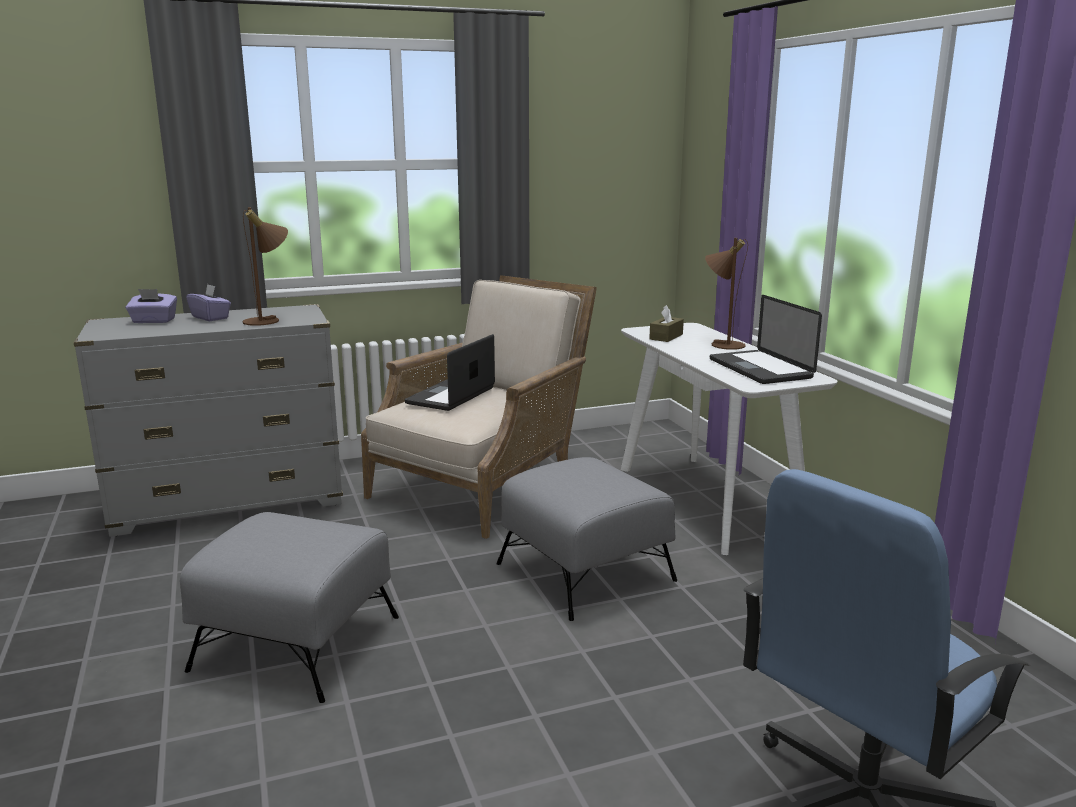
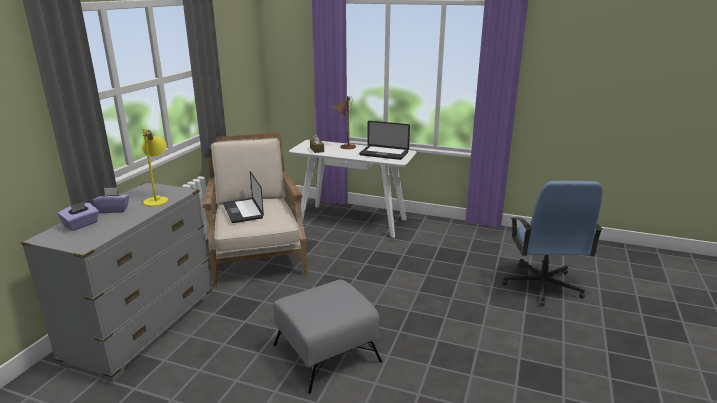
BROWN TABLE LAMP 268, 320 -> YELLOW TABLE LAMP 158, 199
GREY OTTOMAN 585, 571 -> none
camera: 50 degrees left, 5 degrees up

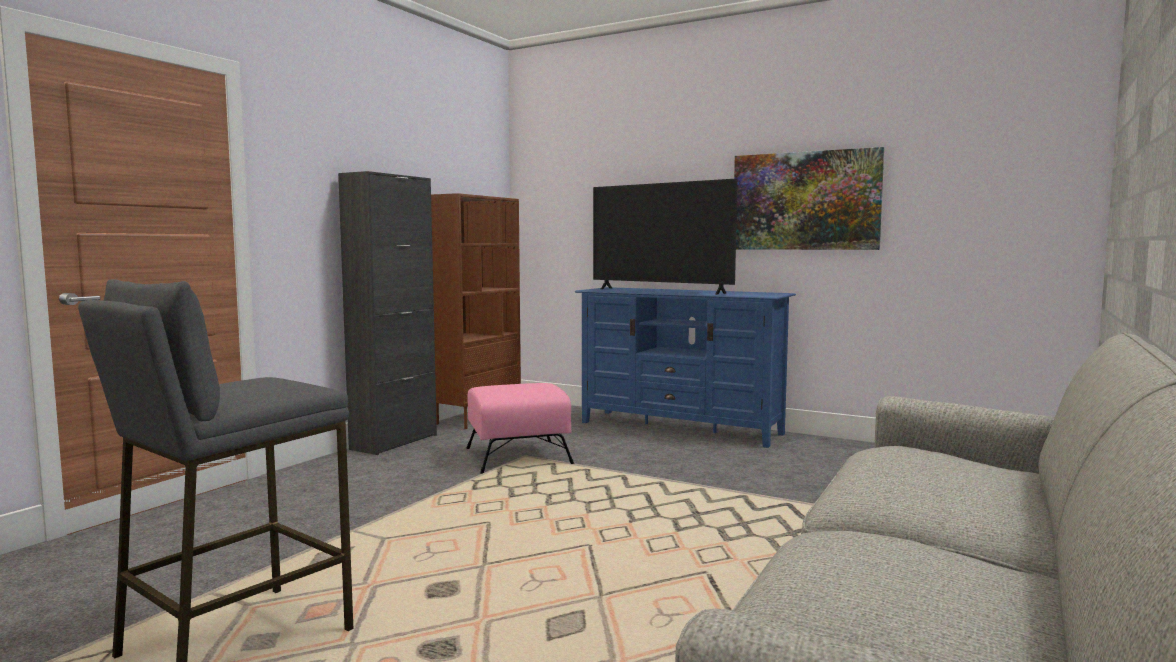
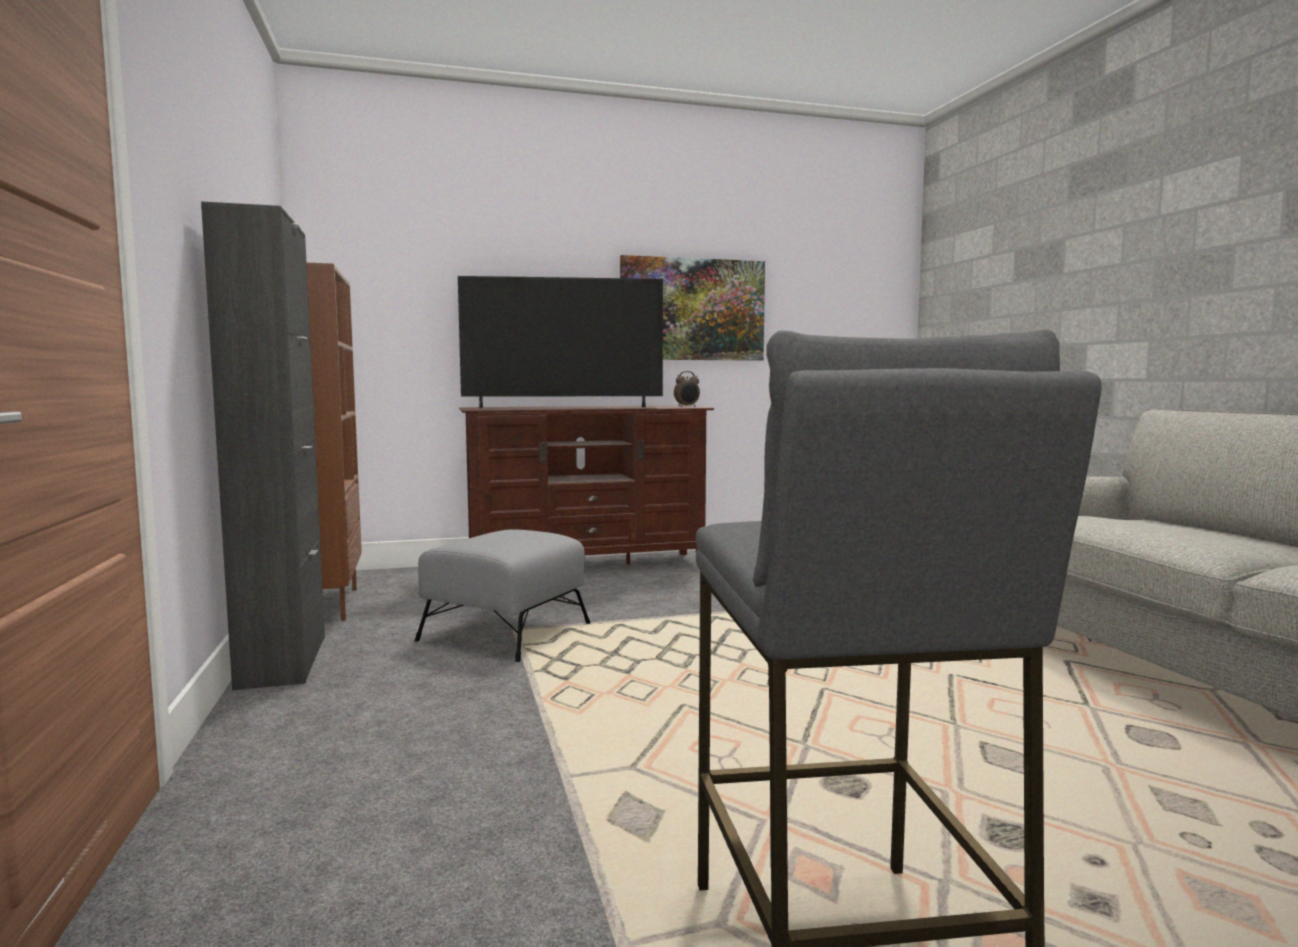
BLUE TV STAND 681, 428 -> BROWN TV STAND 587, 566
PINK OTTOMAN 519, 456 -> GREY OTTOMAN 507, 632
none -> ALARM CLOCK 687, 406
camera: 45 degrees left, 0 degrees up

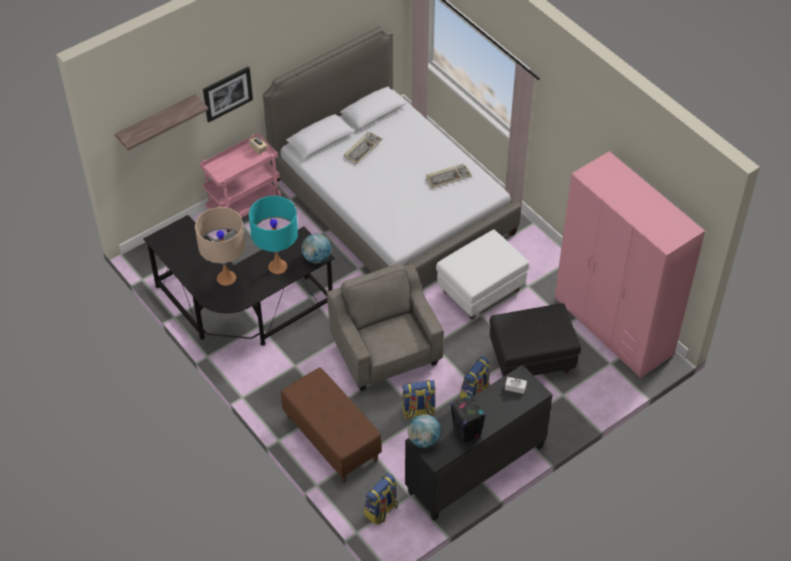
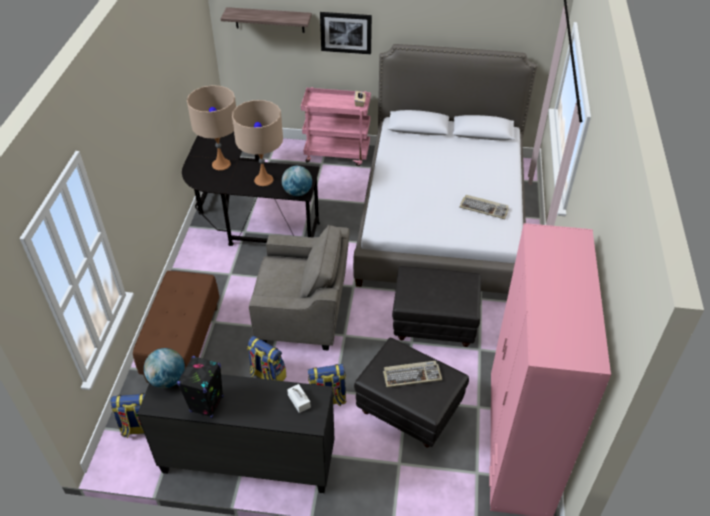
KEYBOARD 362, 148 -> KEYBOARD 412, 375, shifted
TURQUOISE TABLE LAMP 277, 266 -> BEIGE TABLE LAMP 263, 179
WHITE OTTOMAN 480, 290 -> BLACK OTTOMAN 434, 324
GREY ARMCHAIR 386, 353 -> GREY ARMCHAIR 302, 314, 75 degrees clockwise
camera: 45 degrees right, 5 degrees down

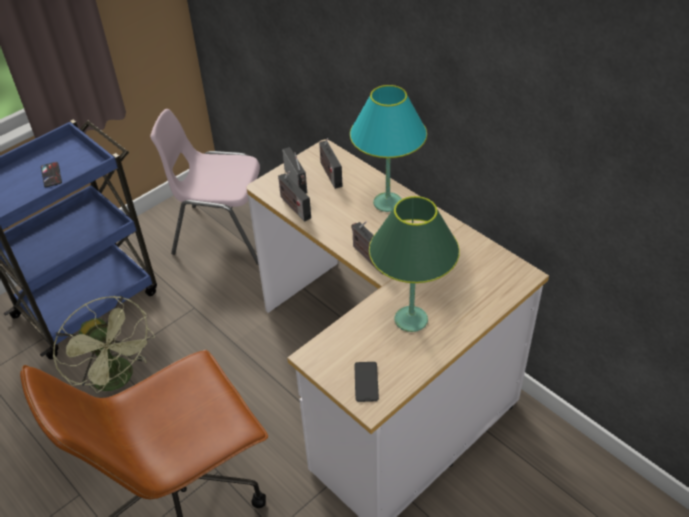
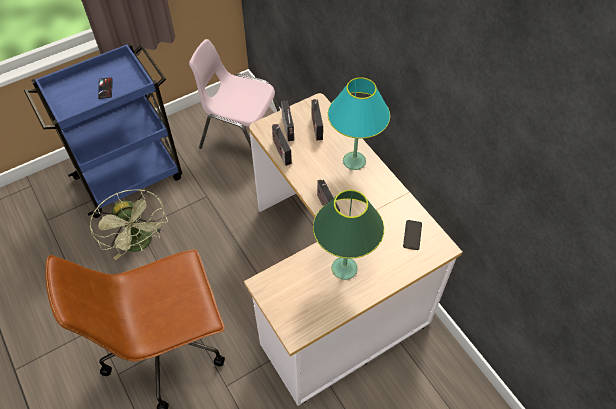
PHONE 366, 382 -> PHONE 412, 235, shifted
camera: 10 degrees right, 10 degrees up

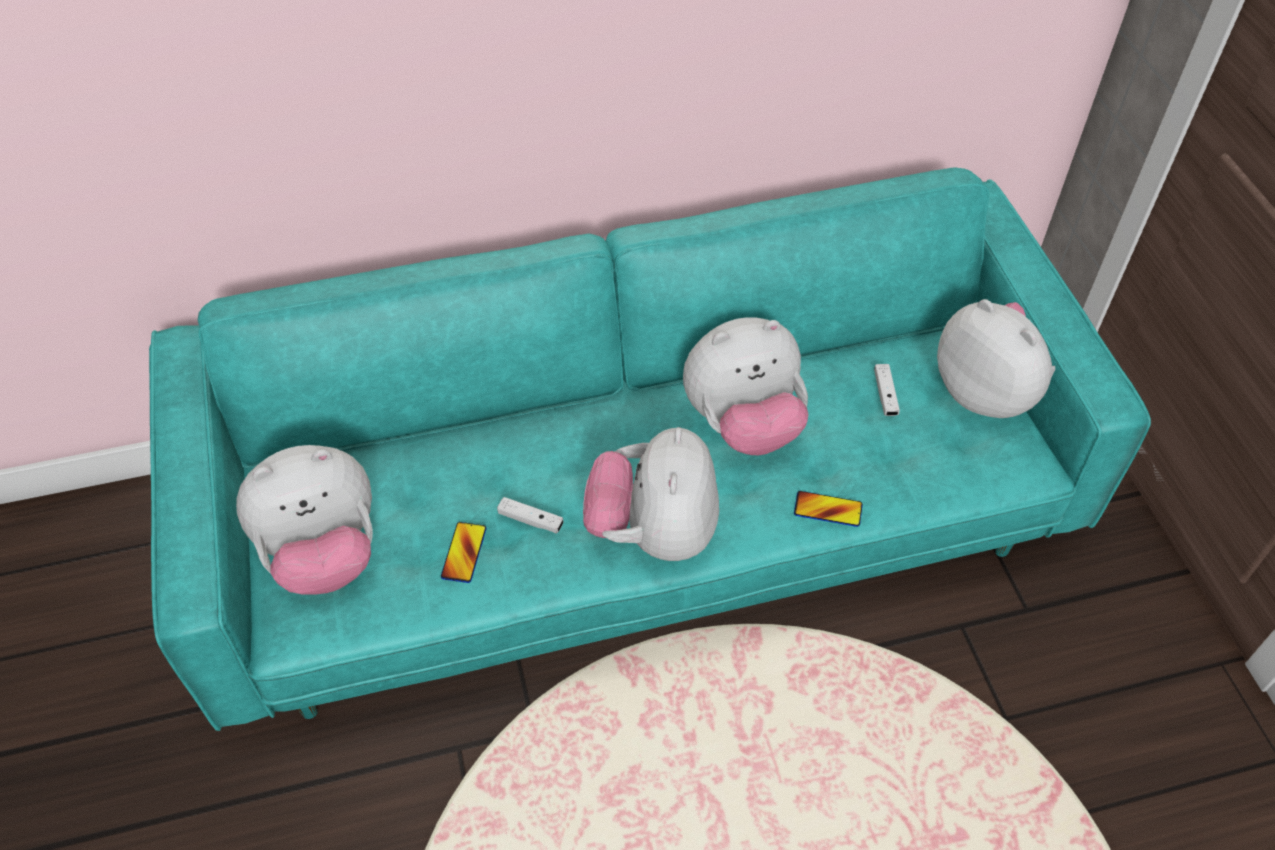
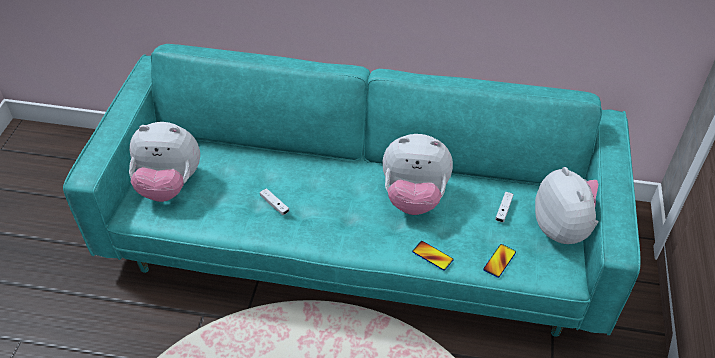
PLUSH TOY 653, 531 -> none
PHONE 464, 553 -> PHONE 499, 261, shifted
camera: 25 degrees right, 5 degrees down

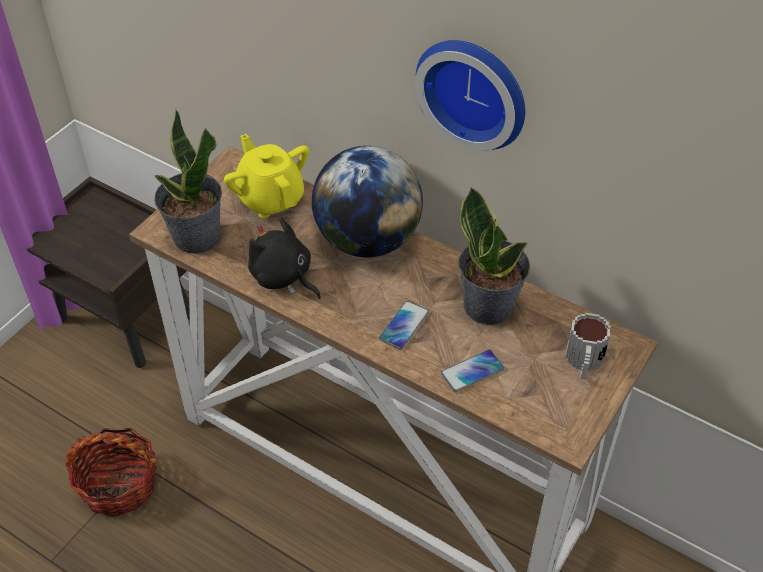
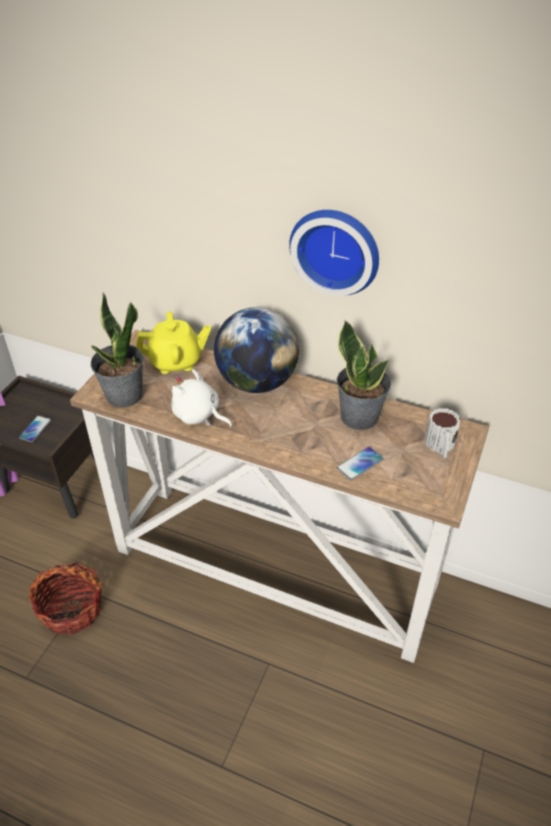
YELLOW TEAPOT 270, 198 -> YELLOW TEAPOT 176, 362, 120 degrees clockwise
BLACK PLUSH TOY 283, 277 -> WHITE PLUSH TOY 199, 415
PHONE 404, 325 -> PHONE 35, 429, shifted
camera: 10 degrees left, 5 degrees down

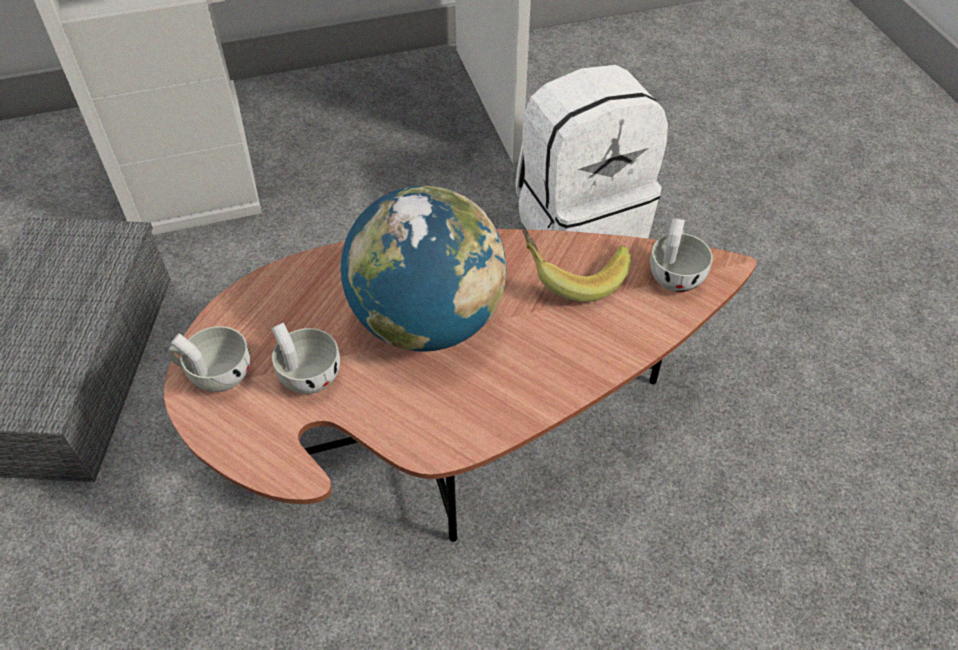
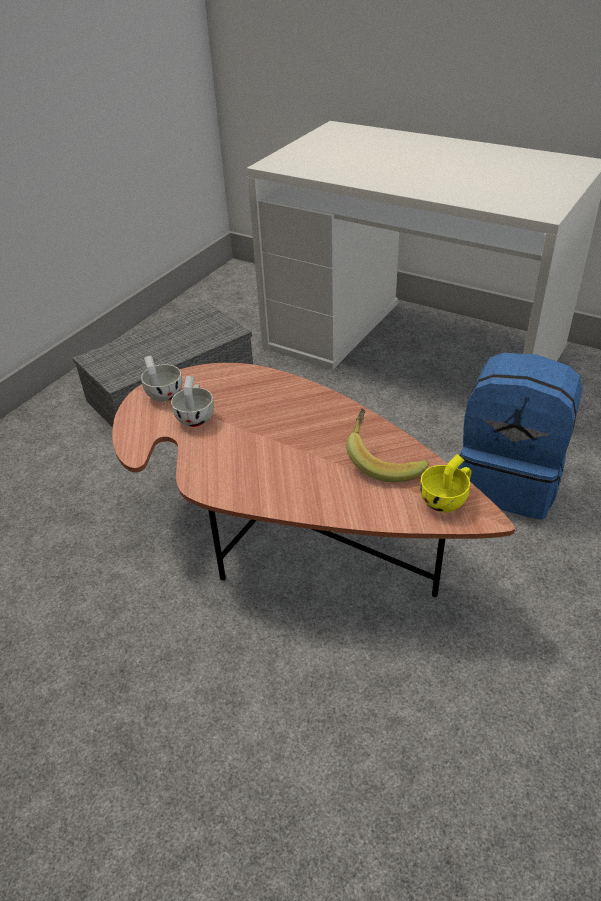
WHITE BACKPACK 580, 223 -> BLUE BACKPACK 509, 481
GLOBE 427, 321 -> none
WHITE CUP 675, 273 -> YELLOW CUP 447, 499
camera: 50 degrees right, 10 degrees down

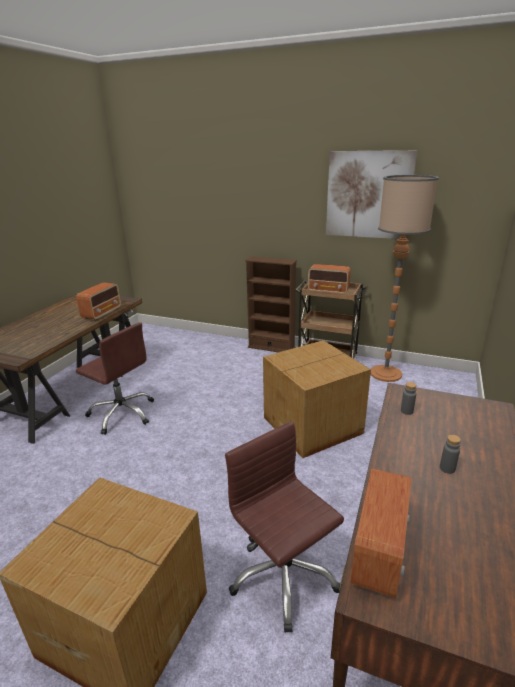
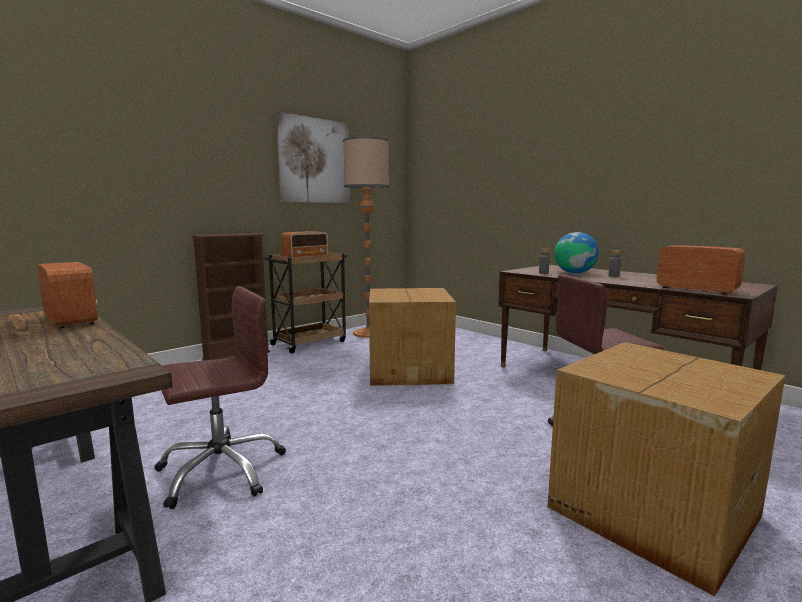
none -> GLOBE 574, 273
camera: 65 degrees left, 15 degrees down

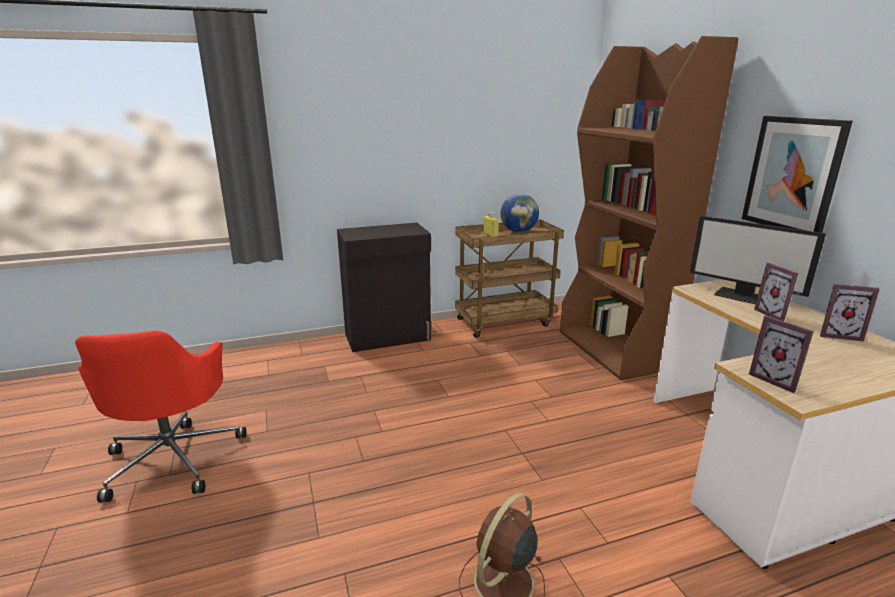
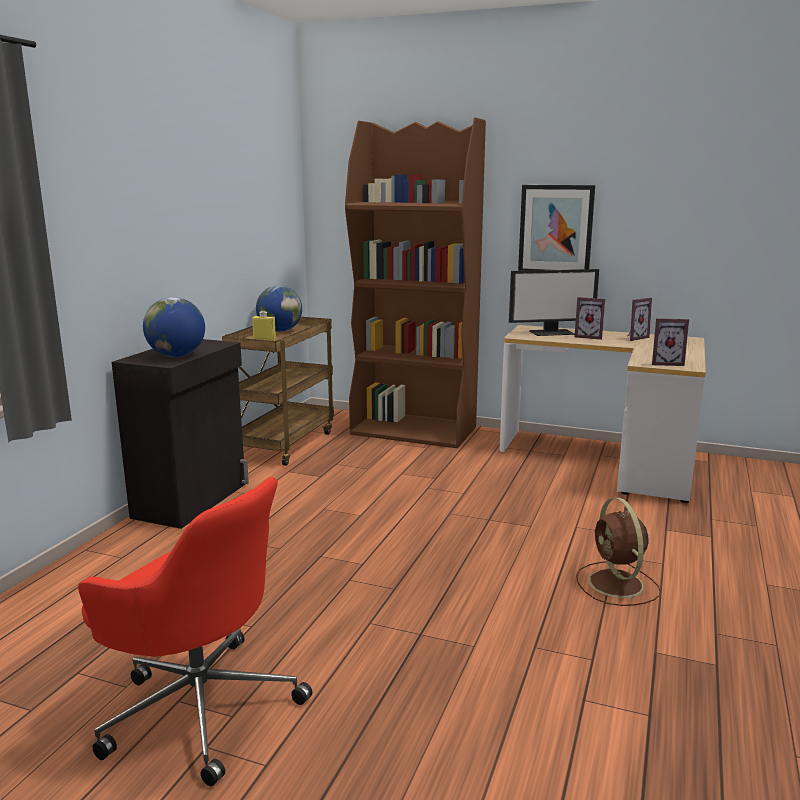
none -> GLOBE 177, 356
camera: 50 degrees left, 5 degrees down

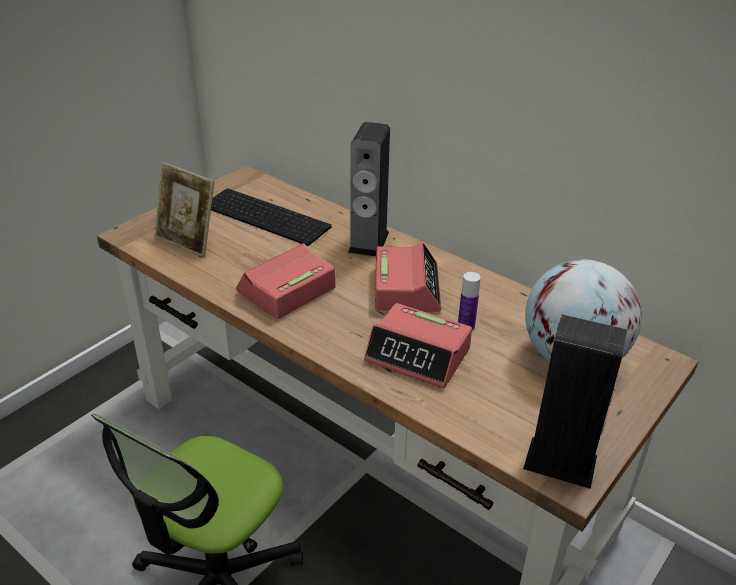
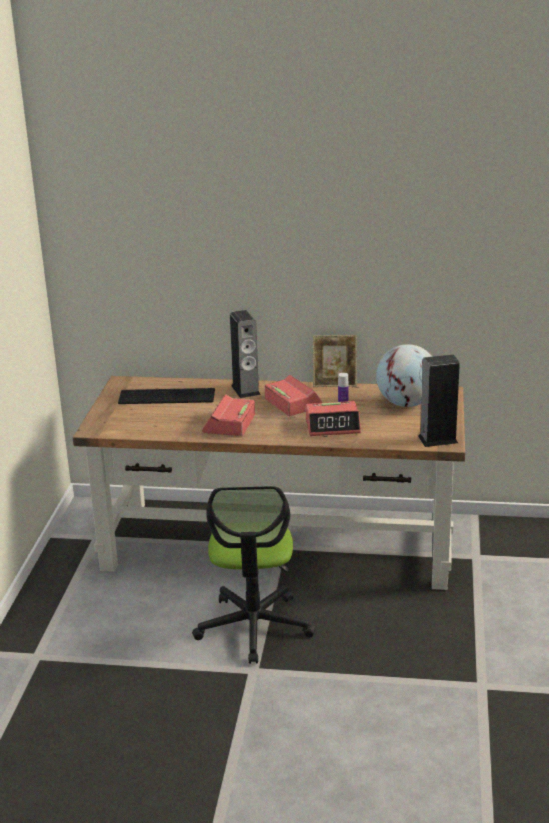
PICTURE FRAME 188, 242 -> PICTURE FRAME 334, 383, shifted
camera: 30 degrees left, 10 degrees down

